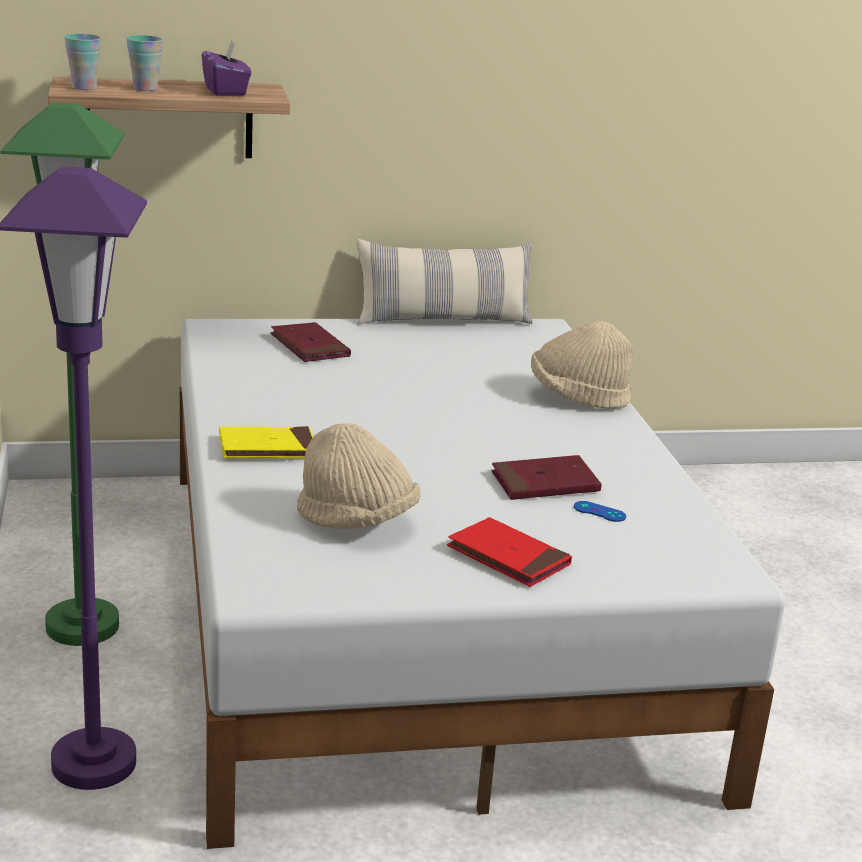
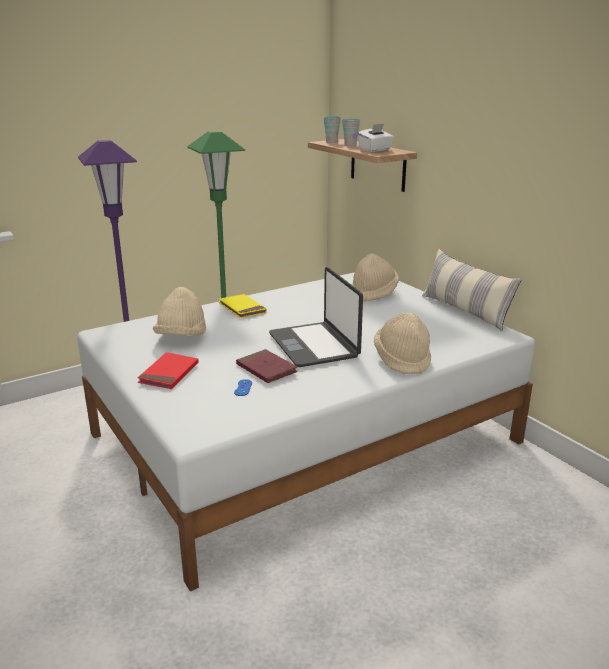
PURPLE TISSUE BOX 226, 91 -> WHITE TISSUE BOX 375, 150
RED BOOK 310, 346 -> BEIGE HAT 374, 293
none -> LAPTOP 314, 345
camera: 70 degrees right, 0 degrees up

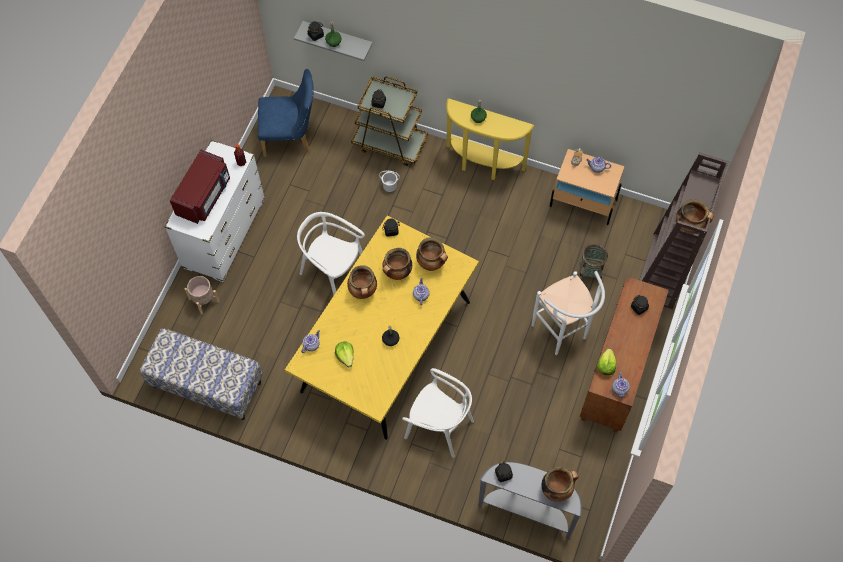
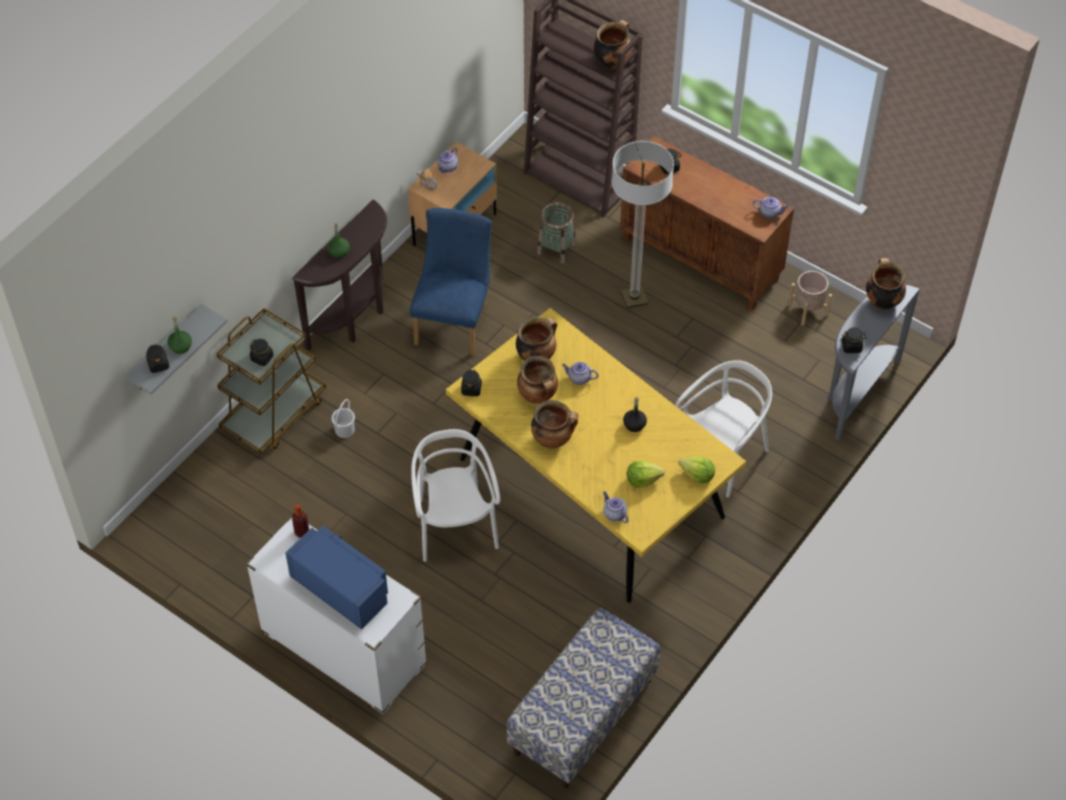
BLUE CHAIR 291, 138 -> BLUE CHAIR 454, 320, shifted
YELLOW CONSOLE TABLE 483, 165 -> BROWN CONSOLE TABLE 355, 318
RED MICROWAVE 204, 196 -> BLUE MICROWAVE 341, 588
WHITE CHAIR 332, 271 -> WHITE CHAIR 455, 526, 120 degrees clockwise
WHITE STOOL 562, 335 -> FLOOR LAMP 634, 298
BEIGE PLANTER 204, 300 -> BEIGE PLANTER 808, 309, shifted
LETTUCE 606, 366 -> LETTUCE 697, 475, shifted
camera: 75 degrees left, 10 degrees down

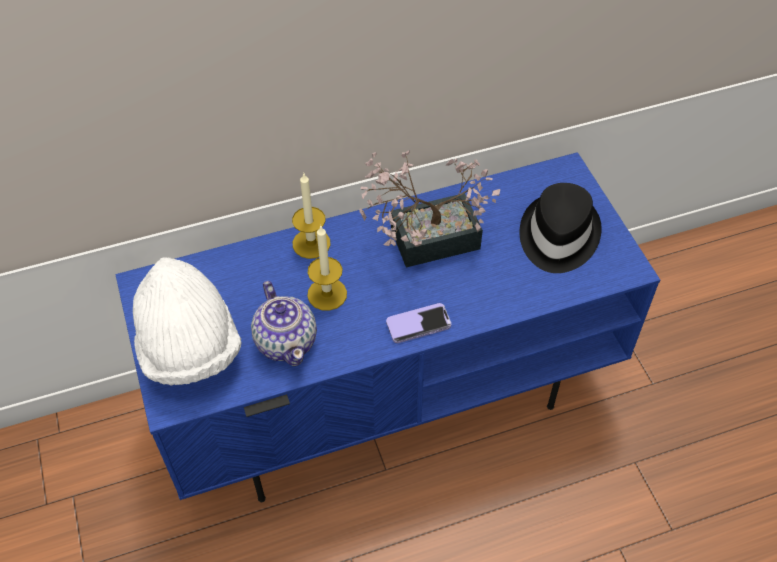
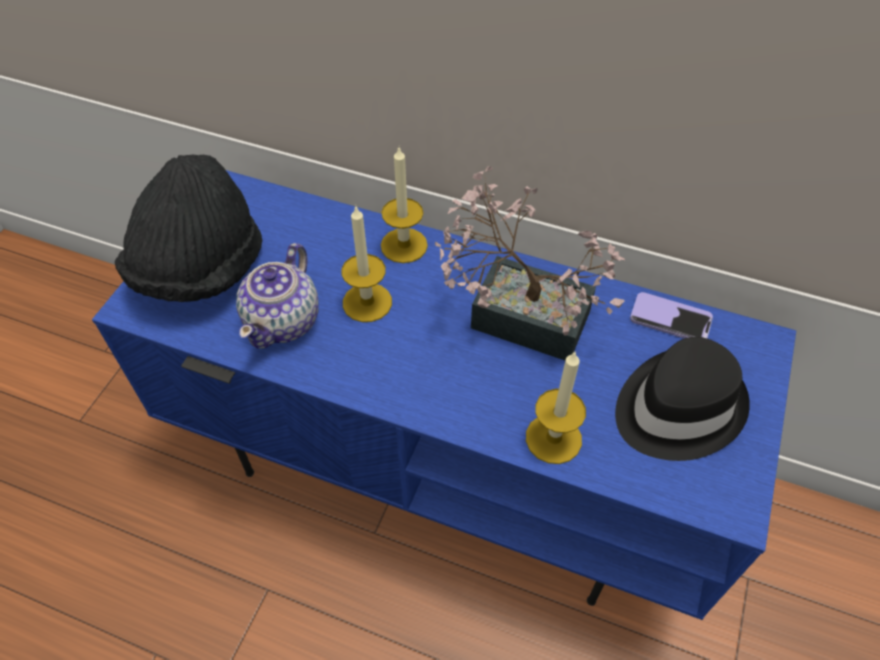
WHITE HAT 189, 348 -> BLACK HAT 200, 269
PHONE 418, 324 -> PHONE 670, 319, shifted
none -> CANDLE 553, 438
camera: 40 degrees right, 0 degrees up

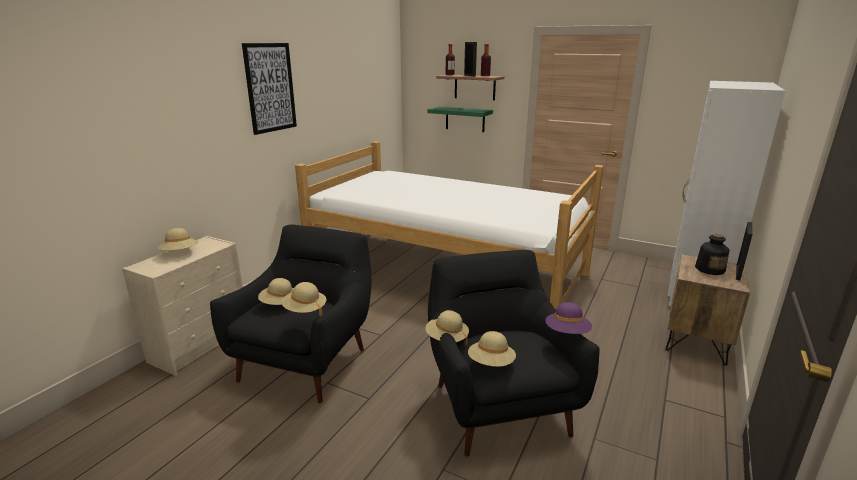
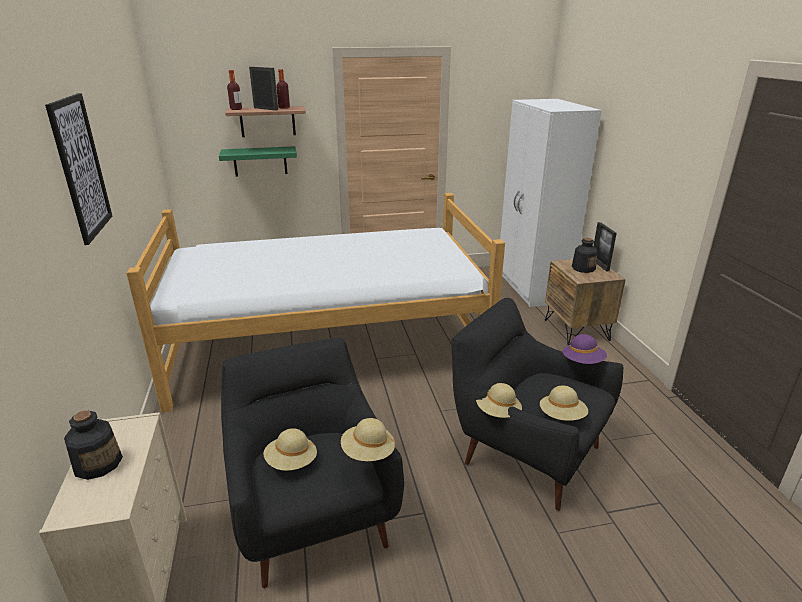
BEIGE HAT 180, 253 -> BOTTLE 98, 463
camera: 40 degrees left, 5 degrees up

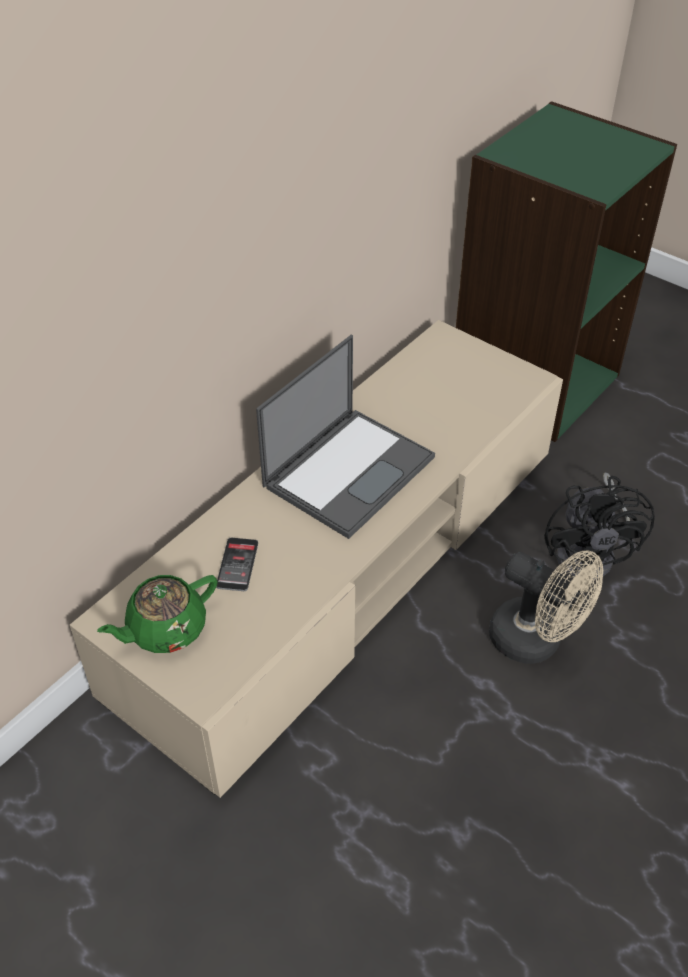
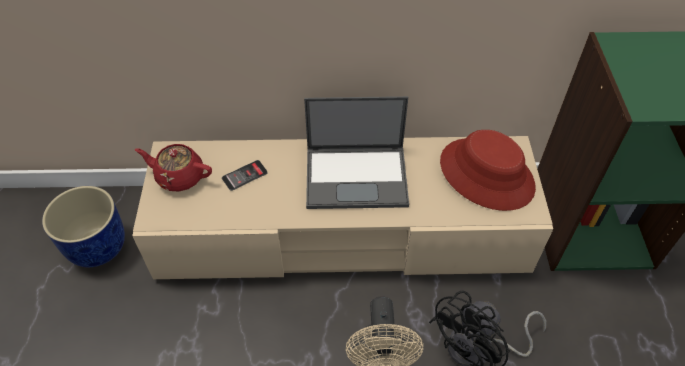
GREEN TEAPOT 165, 629 -> RED TEAPOT 179, 177
none -> RED HAT 486, 174
none -> BLUE PLANTER 97, 247
camera: 50 degrees right, 5 degrees up

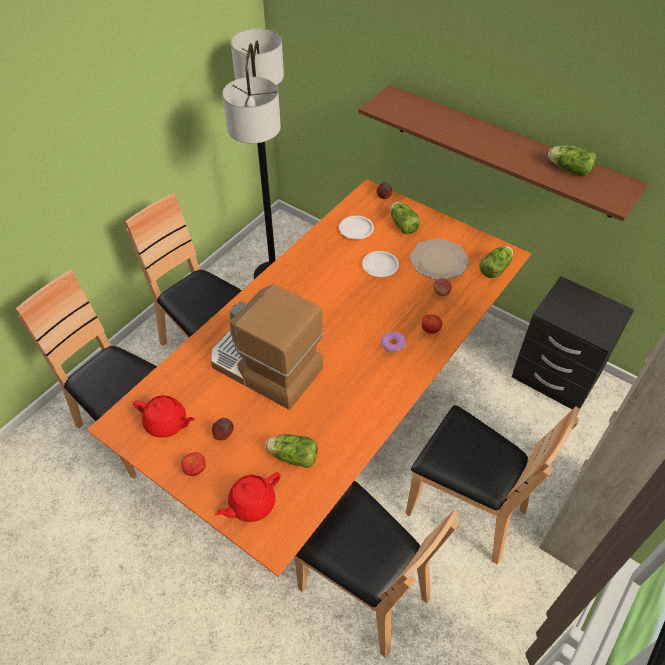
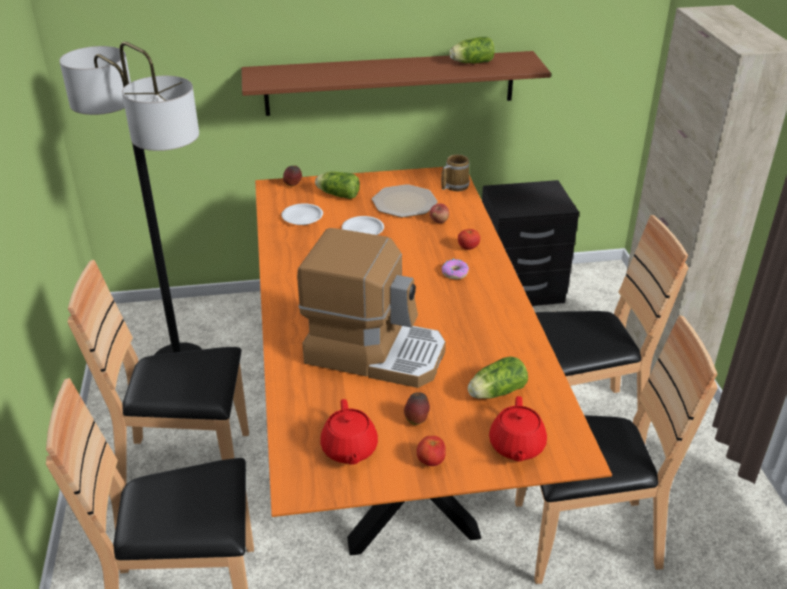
LETTUCE 496, 268 -> MUG 454, 185
COFFEE MACHINE 265, 368 -> COFFEE MACHINE 375, 352, 150 degrees counterclockwise
RED TEAPOT 167, 423 -> RED TEAPOT 349, 450, 105 degrees clockwise
camera: 45 degrees left, 15 degrees down

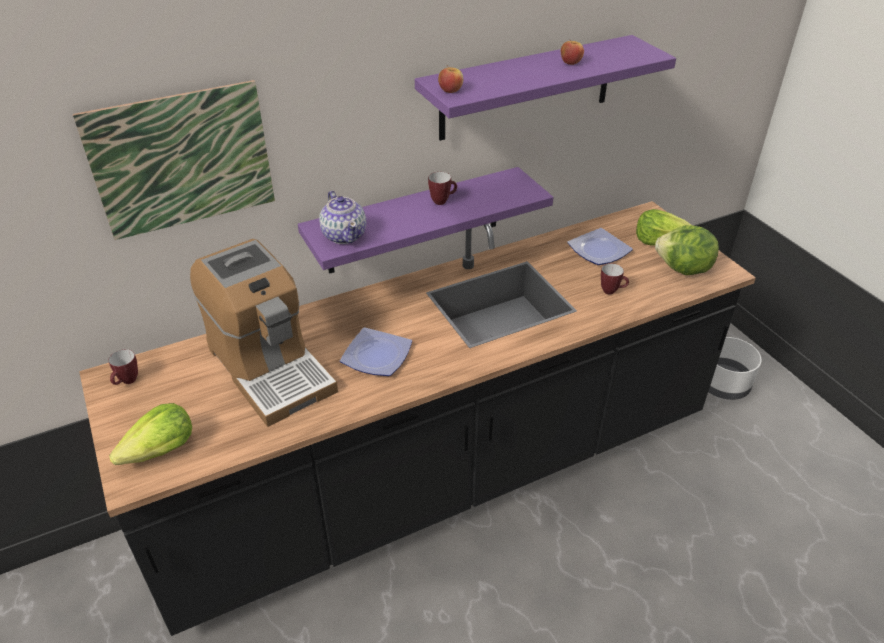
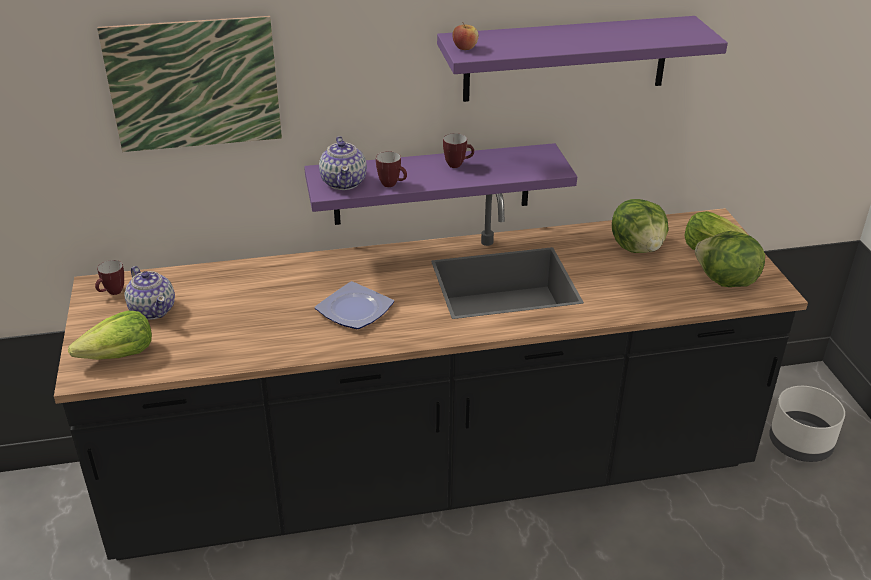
APPLE 570, 62 -> none
PLATE 599, 250 -> LETTUCE 638, 248
COFFEE MACHINE 270, 368 -> none
MUG 612, 291 -> MUG 392, 185, shifted
none -> TEAPOT 153, 310
camera: 15 degrees right, 5 degrees down

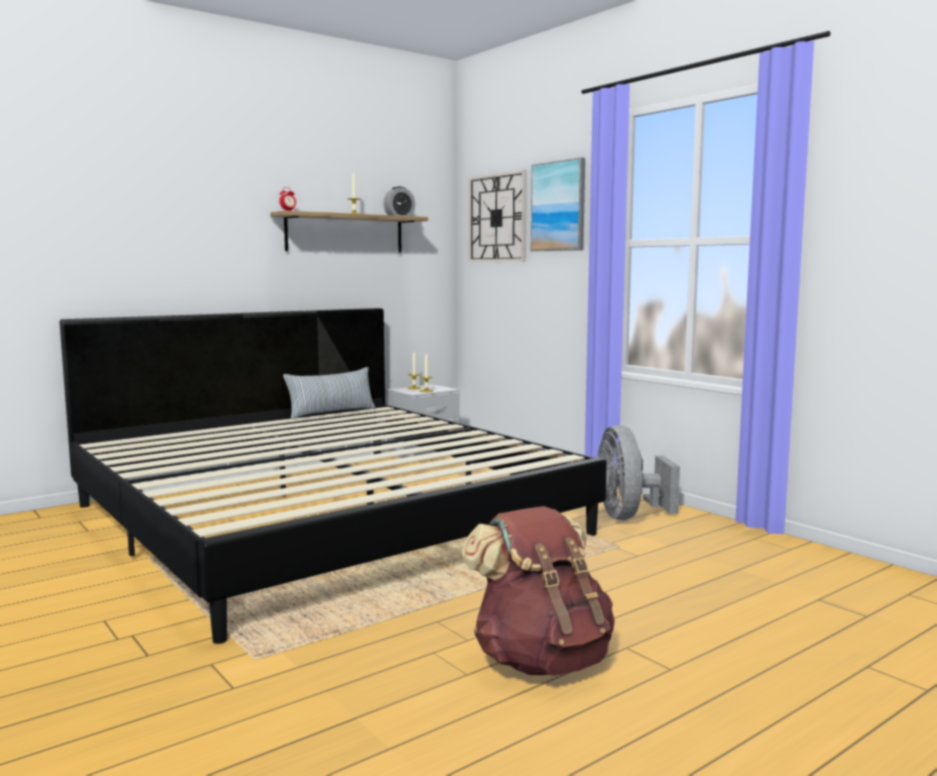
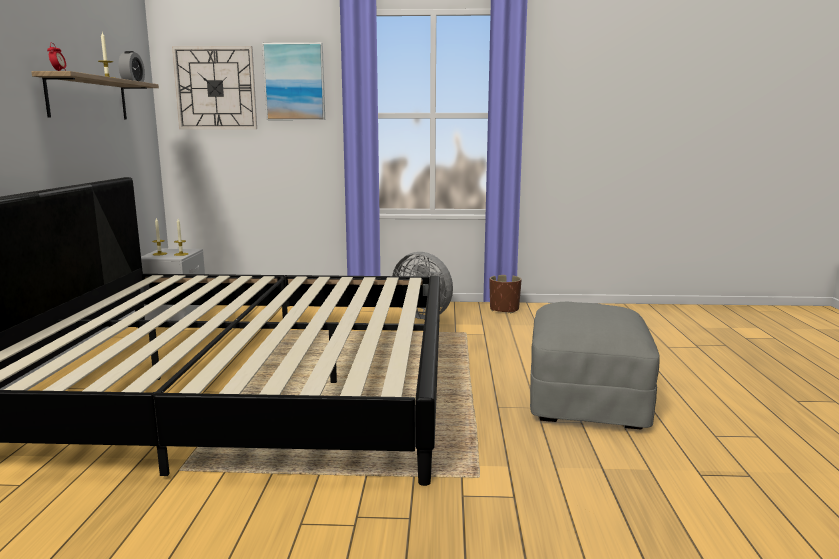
PILLOW 331, 413 -> none
BROWN BACKPACK 541, 660 -> GREY OTTOMAN 585, 399
none -> BROWN PLANTER 504, 309
camera: 50 degrees left, 5 degrees up

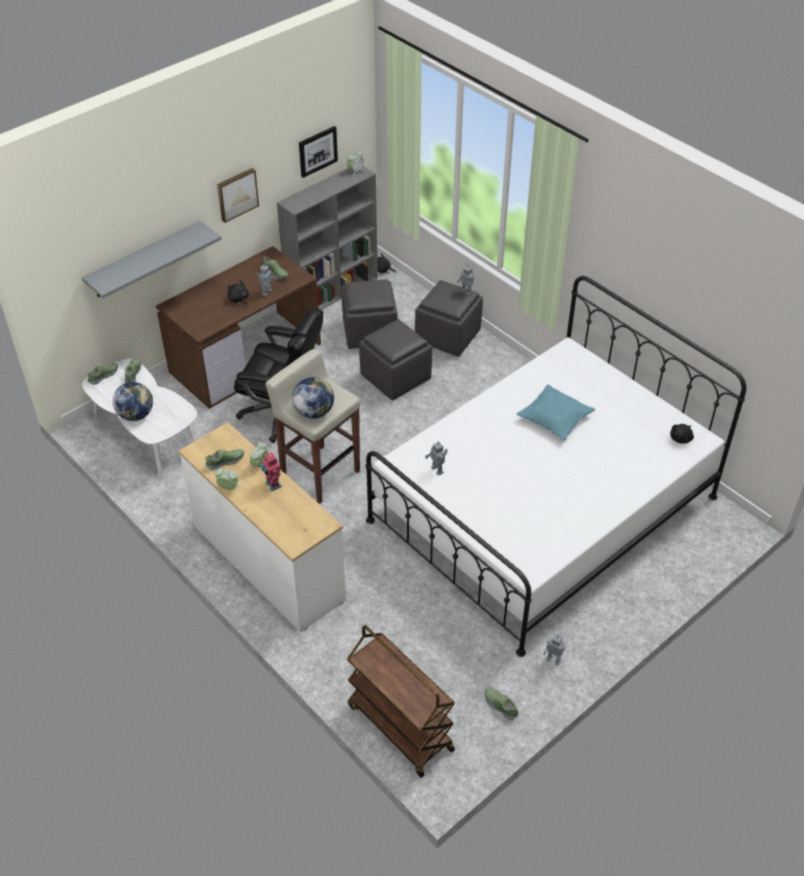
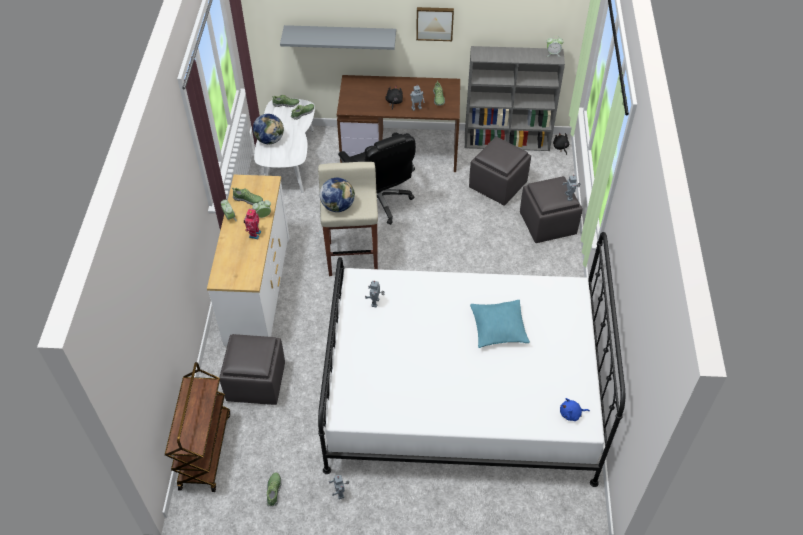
PICTURE 317, 151 -> none
GREY OTTOMAN 396, 377 -> GREY OTTOMAN 256, 382, shifted
BLACK PLUSH TOY 681, 438 -> BLUE PLUSH TOY 571, 414
camera: 45 degrees right, 5 degrees up

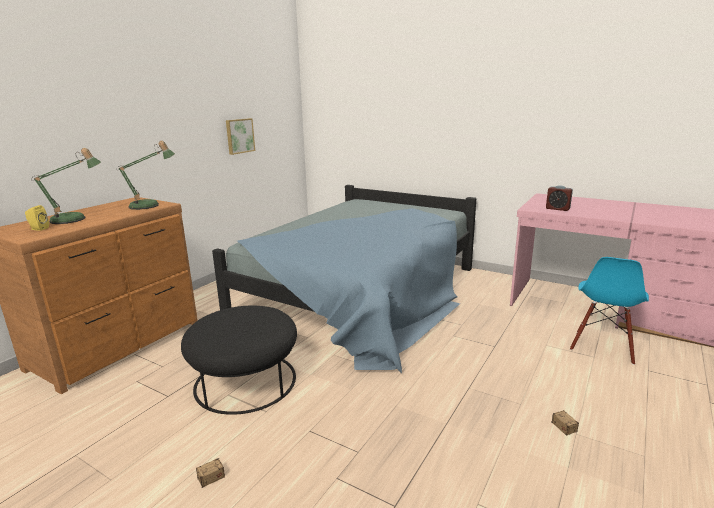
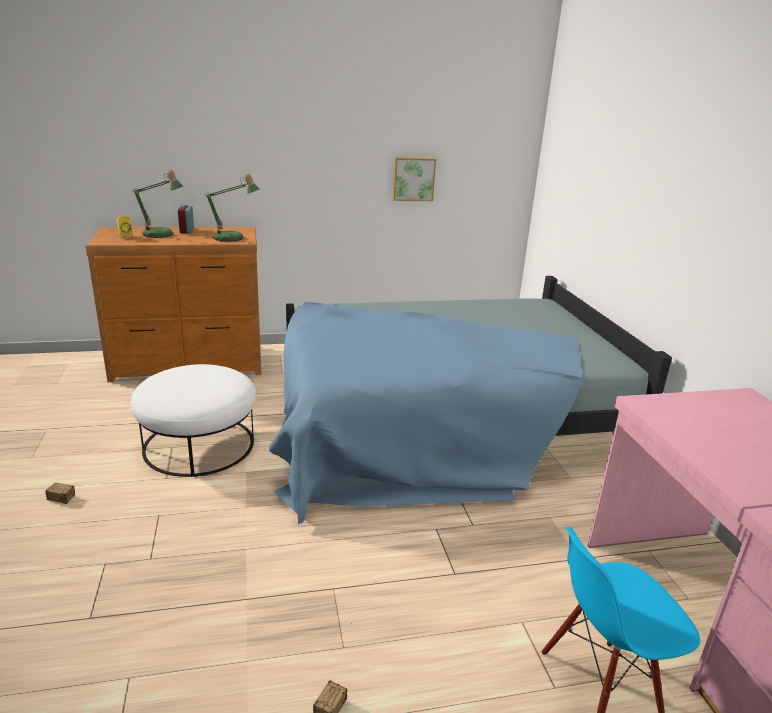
ALARM CLOCK 557, 209 -> ALARM CLOCK 187, 231, shifted
BLACK OTTOMAN 246, 381 -> WHITE OTTOMAN 199, 445
camera: 45 degrees right, 5 degrees up

